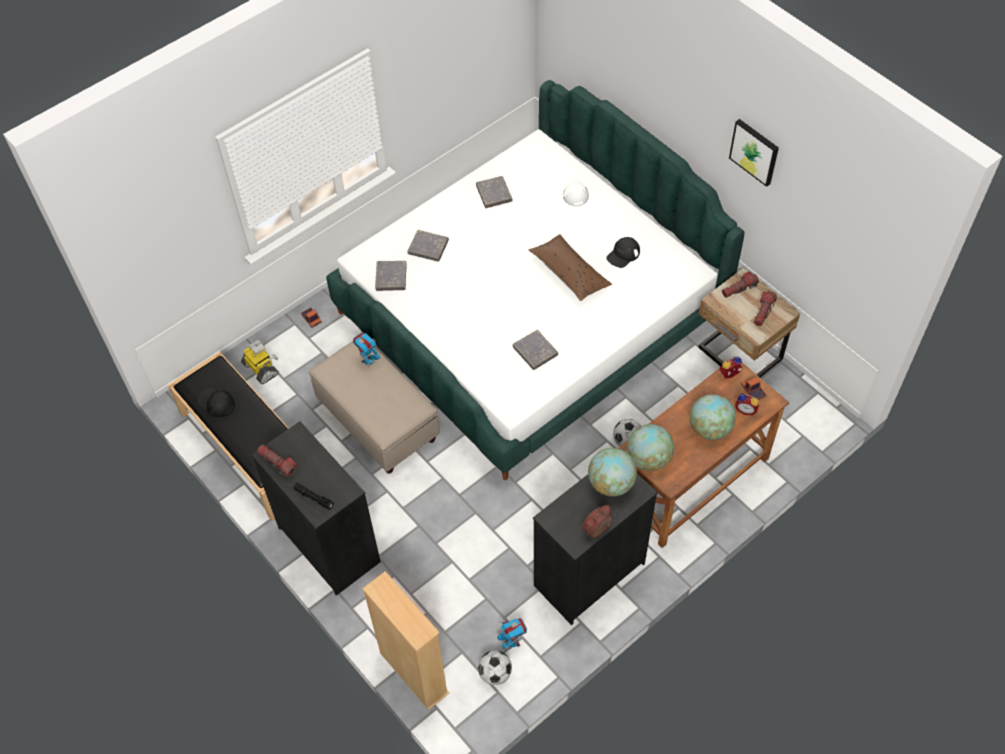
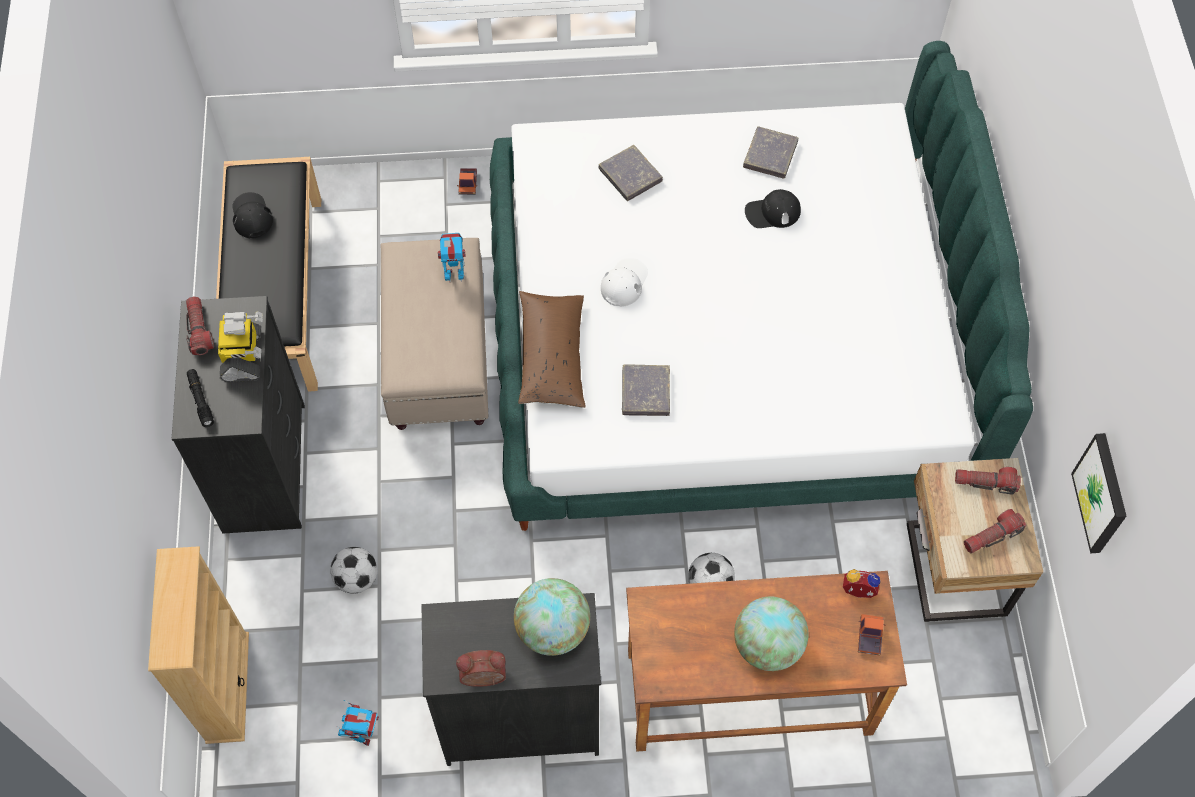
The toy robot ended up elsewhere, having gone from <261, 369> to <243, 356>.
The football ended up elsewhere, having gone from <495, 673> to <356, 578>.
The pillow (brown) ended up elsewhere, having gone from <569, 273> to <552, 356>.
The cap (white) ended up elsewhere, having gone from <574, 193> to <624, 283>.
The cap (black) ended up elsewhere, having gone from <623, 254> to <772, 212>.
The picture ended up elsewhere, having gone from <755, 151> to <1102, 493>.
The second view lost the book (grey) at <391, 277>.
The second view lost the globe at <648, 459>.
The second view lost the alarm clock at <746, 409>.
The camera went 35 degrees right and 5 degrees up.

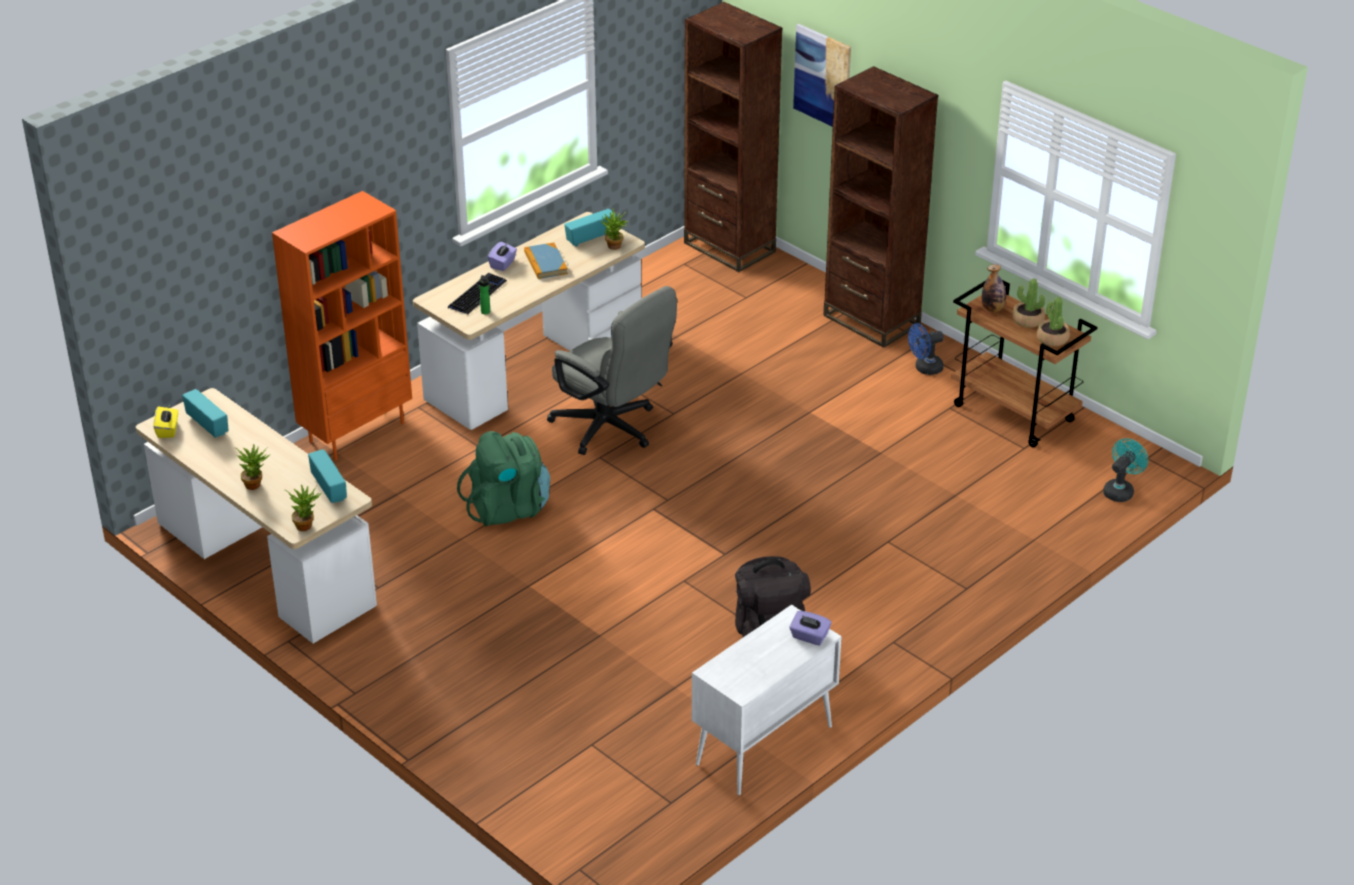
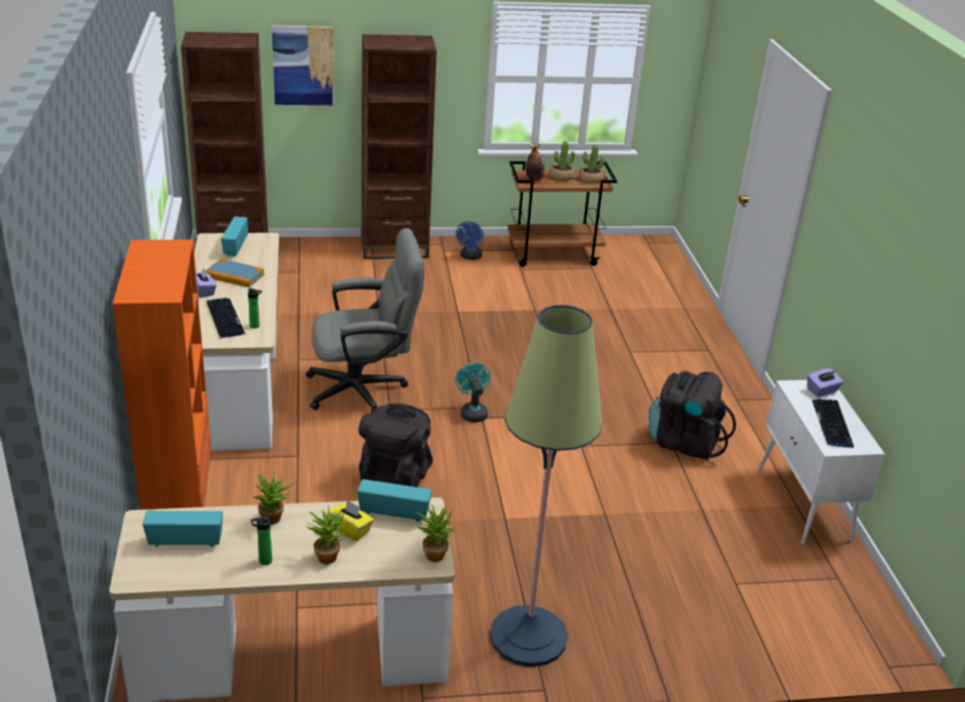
The second view gained the bottle at <263, 561>.
The potted plant ended up elsewhere, having gone from <614, 248> to <274, 520>.
The tissue box (yellow) ended up elsewhere, having gone from <168, 430> to <350, 530>.
What was the backpack (green) at <508, 508> turned into the backpack (black) at <395, 480>.
The fan (turquoise) ended up elsewhere, having gone from <1120, 490> to <472, 412>.
The second view gained the floor lamp at <528, 636>.
The second view gained the keyboard at <832, 424>.
The camera went 55 degrees left and 5 degrees down.

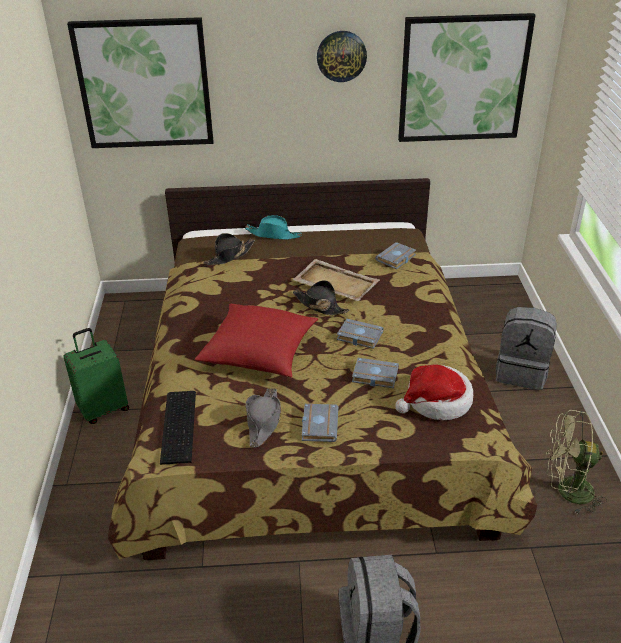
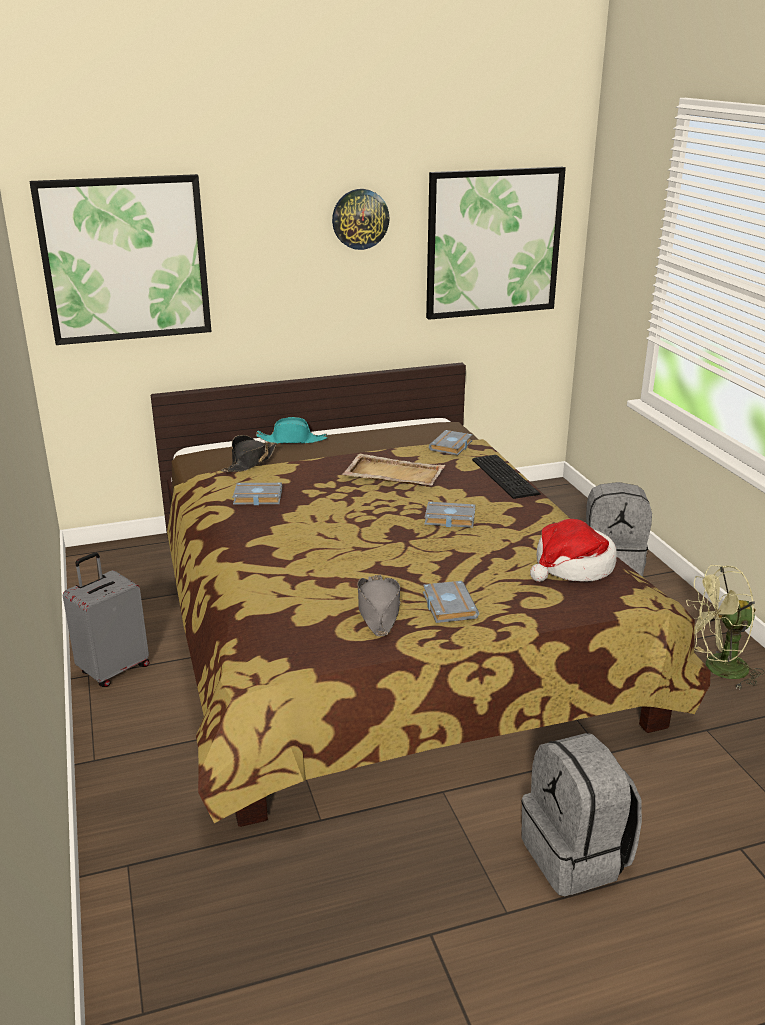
What was the suitcase (green) at <103, 409> turned into the suitcase (grey) at <113, 669>.
The book (grey) ended up elsewhere, having gone from <374, 376> to <256, 498>.
The keyboard ended up elsewhere, having gone from <180, 425> to <506, 476>.
The second view lost the pillow (red) at <259, 352>.
The second view lost the hat (black) at <320, 305>.
The camera went 15 degrees left and 10 degrees down.

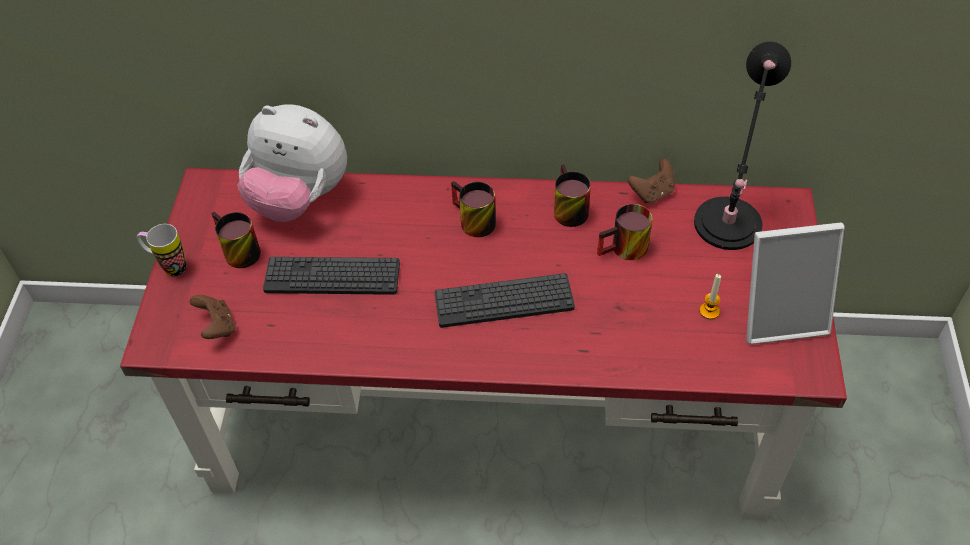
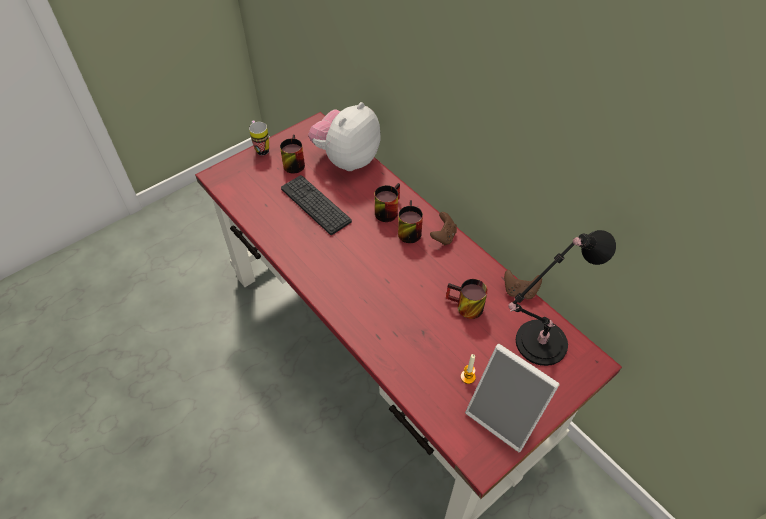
The plush toy at <299, 199> ended up facing another way, 60 degrees clockwise from before.
The mug ended up elsewhere, having gone from <566, 209> to <386, 210>.
The game controller (brown) ended up elsewhere, having gone from <217, 327> to <443, 236>.
The second view lost the keyboard at <504, 301>.
The camera went 45 degrees right and 0 degrees up.

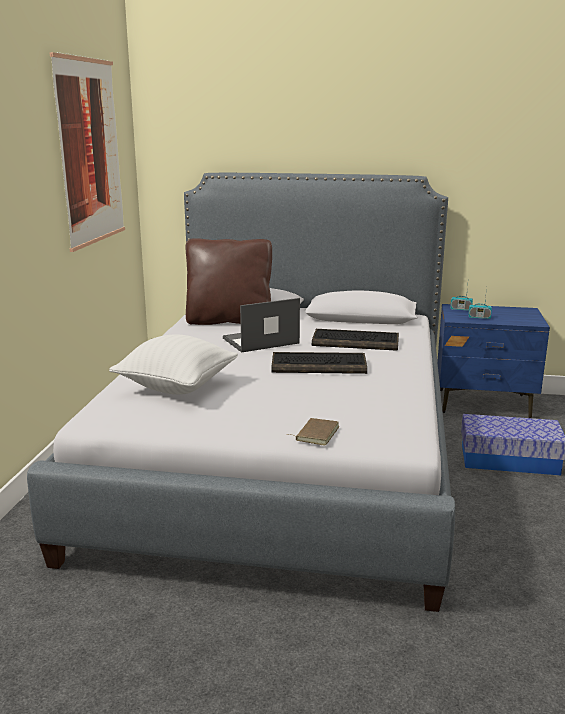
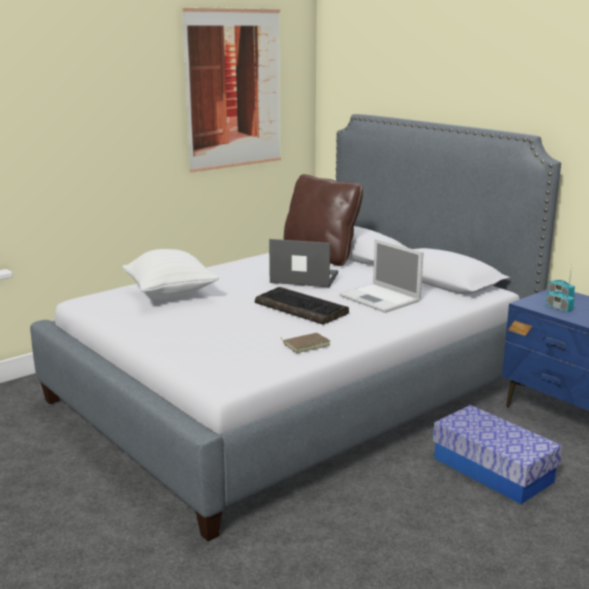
The book (brown) ended up elsewhere, having gone from <316, 434> to <306, 344>.
Where the keyboard stood at <356, 342>, the laptop came to stand at <381, 299>.
The camera went 40 degrees right and 0 degrees up.

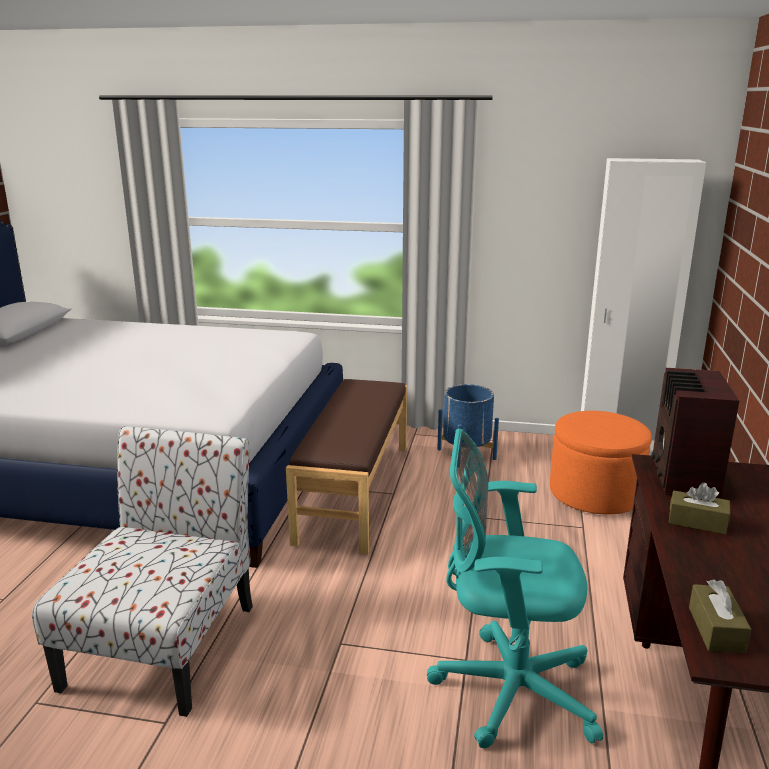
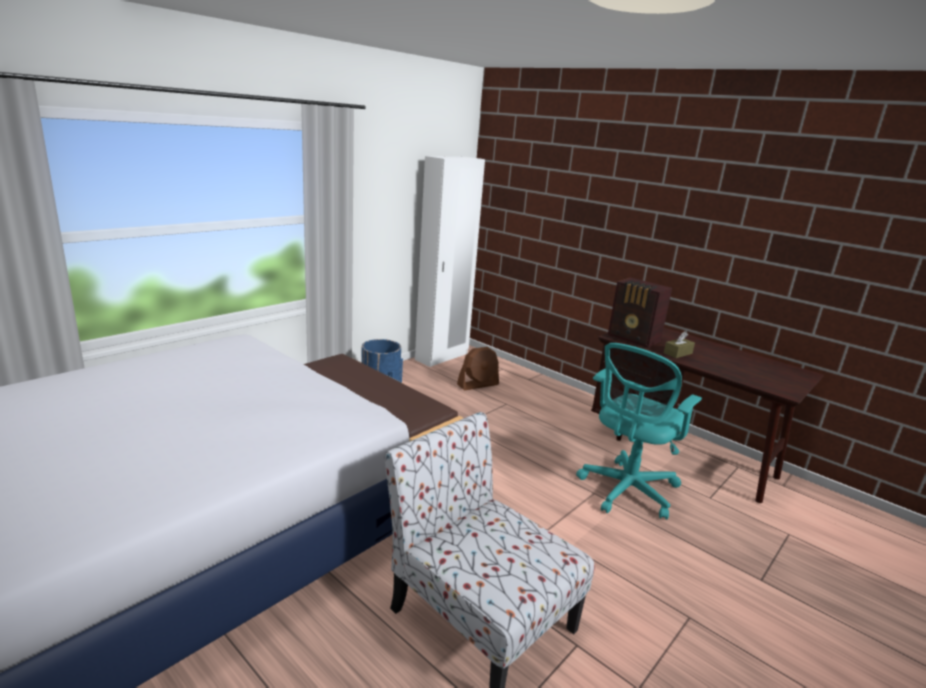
Where the ottoman (orange) stood at <595, 494>, the fan (brown) came to stand at <478, 384>.
The second view lost the tissue box (brown) at <716, 629>.
The camera went 60 degrees left and 0 degrees up.

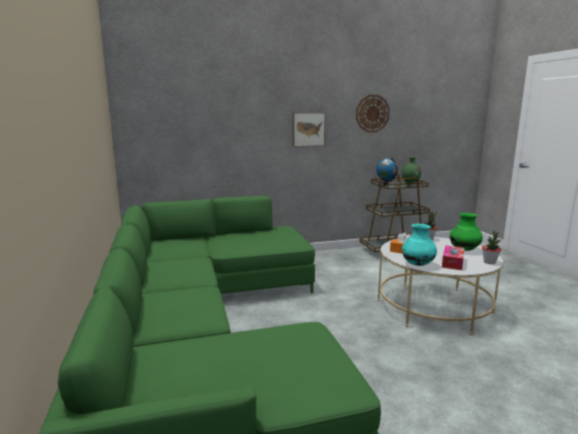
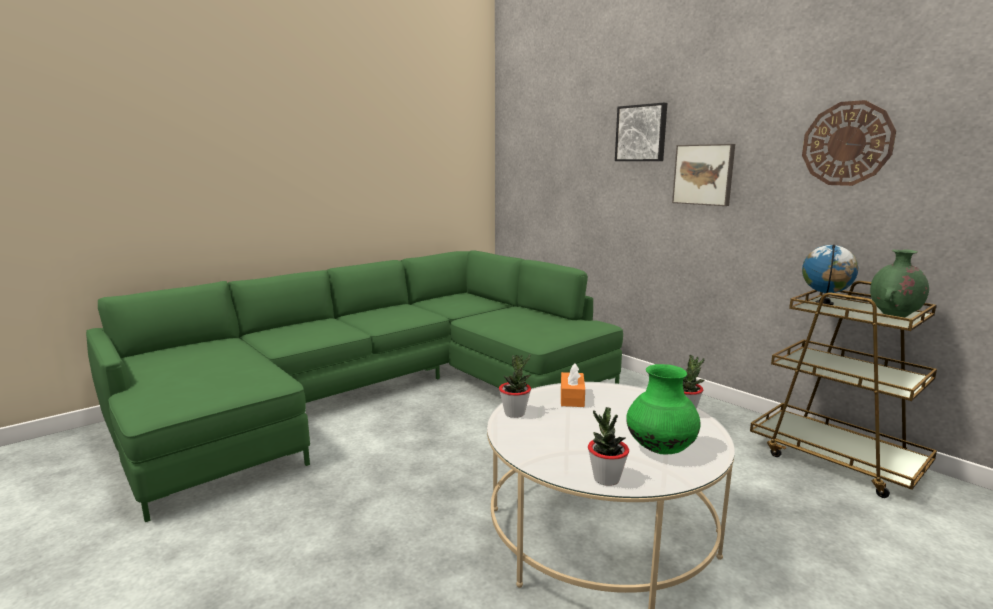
Where the vase (turquoise) stood at <418, 264>, the potted plant came to stand at <515, 413>.
The second view gained the picture at <641, 133>.
The second view lost the tissue box at <452, 262>.
The camera went 65 degrees right and 0 degrees up.

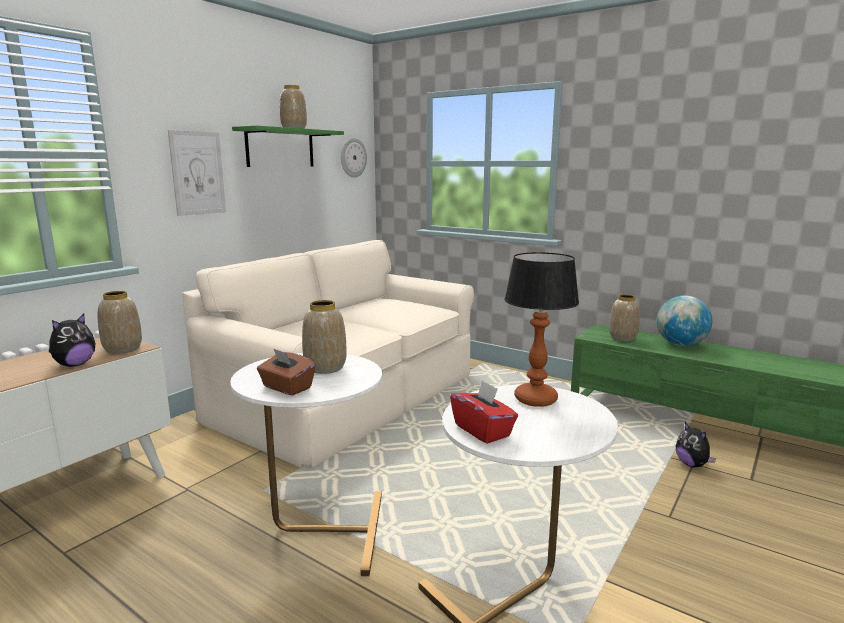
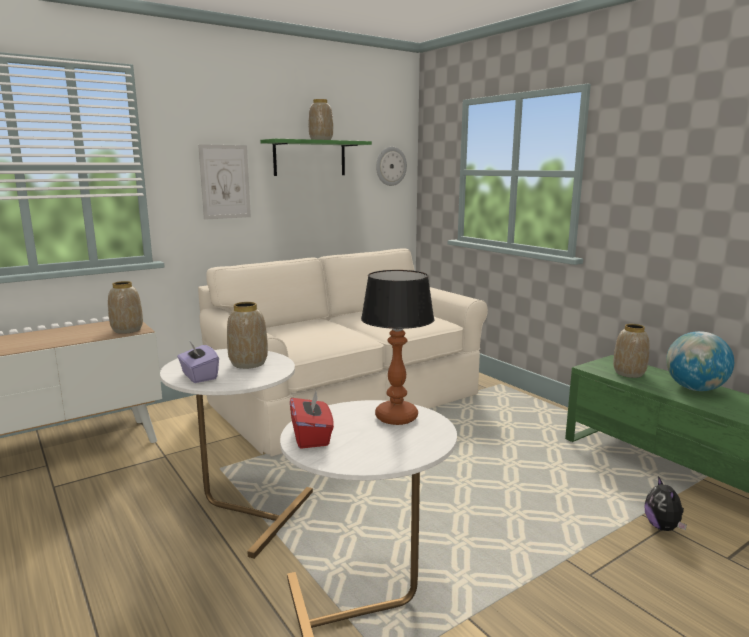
What was the tissue box (brown) at <286, 388> turned into the tissue box (purple) at <199, 376>.
The second view lost the plush toy at <74, 365>.
The camera went 20 degrees right and 0 degrees up.

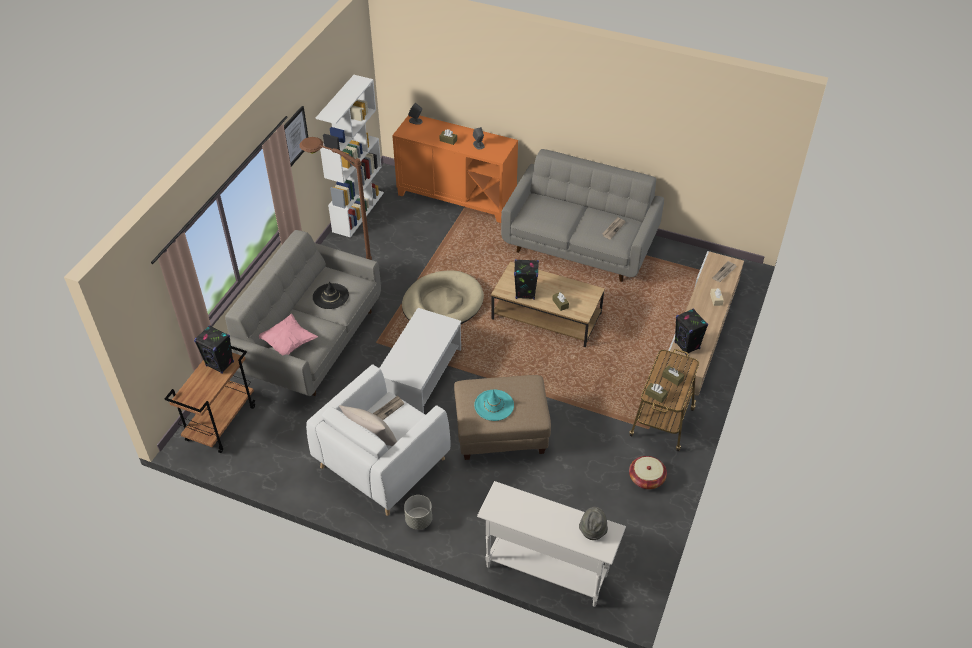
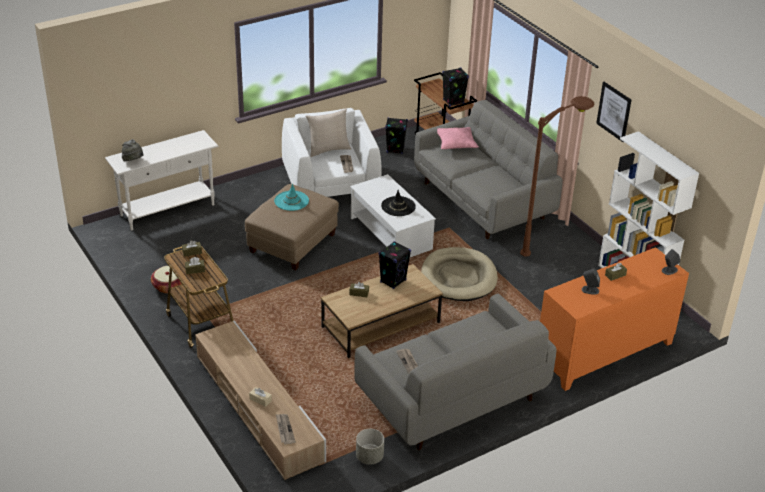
The planter (grey) ended up elsewhere, having gone from <418, 520> to <369, 457>.
The hat (black) ended up elsewhere, having gone from <330, 296> to <398, 206>.
The speaker (black) ended up elsewhere, having gone from <687, 345> to <395, 149>.
The camera went 125 degrees right and 10 degrees down.

